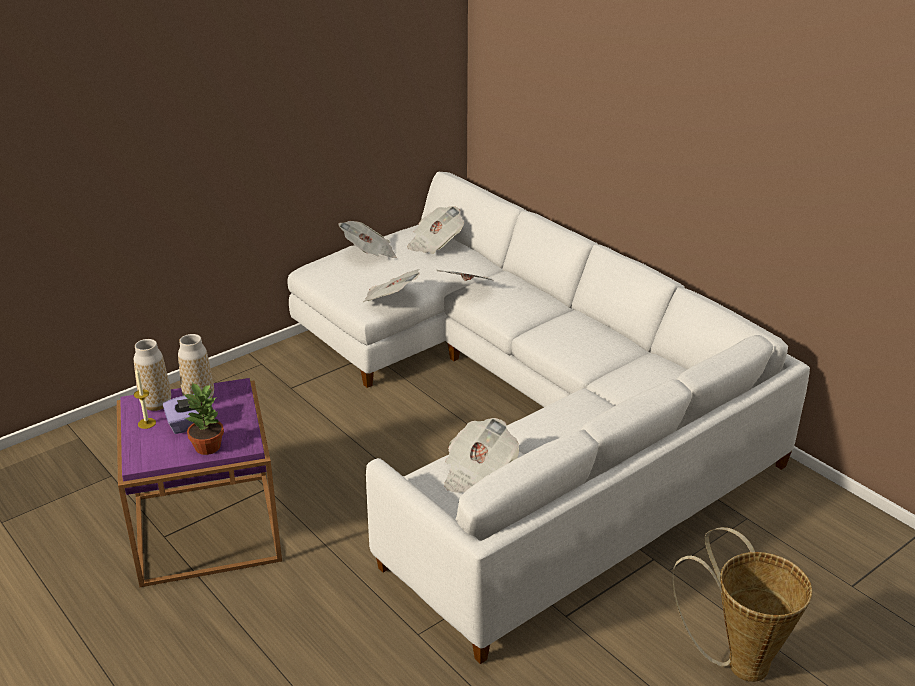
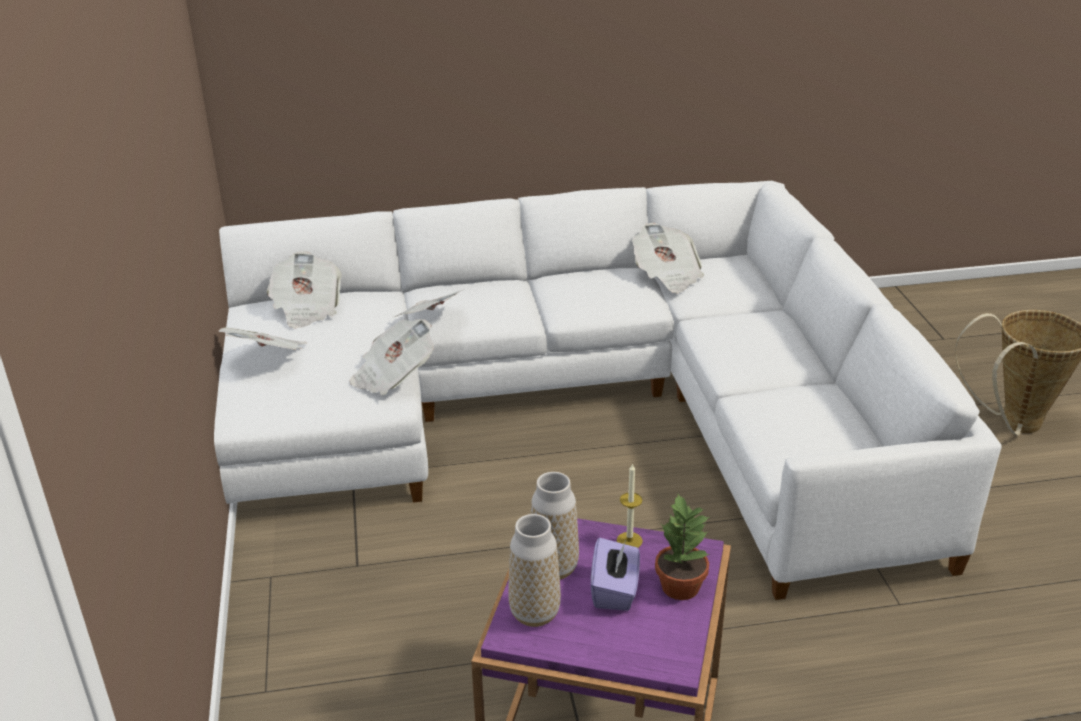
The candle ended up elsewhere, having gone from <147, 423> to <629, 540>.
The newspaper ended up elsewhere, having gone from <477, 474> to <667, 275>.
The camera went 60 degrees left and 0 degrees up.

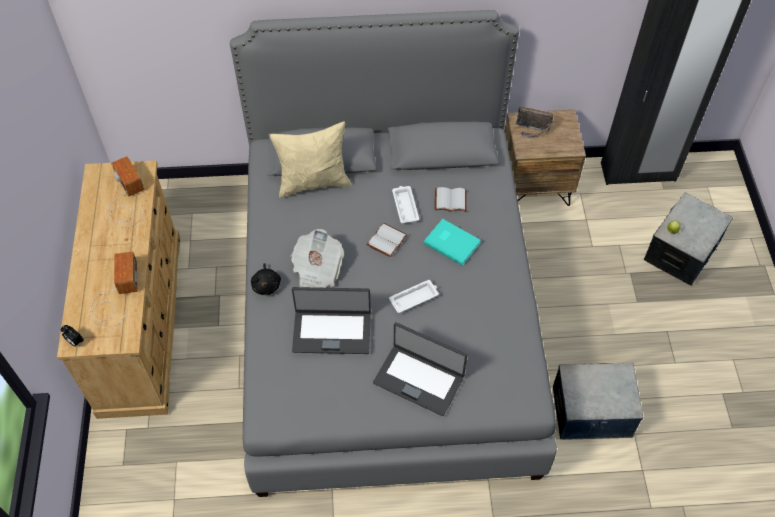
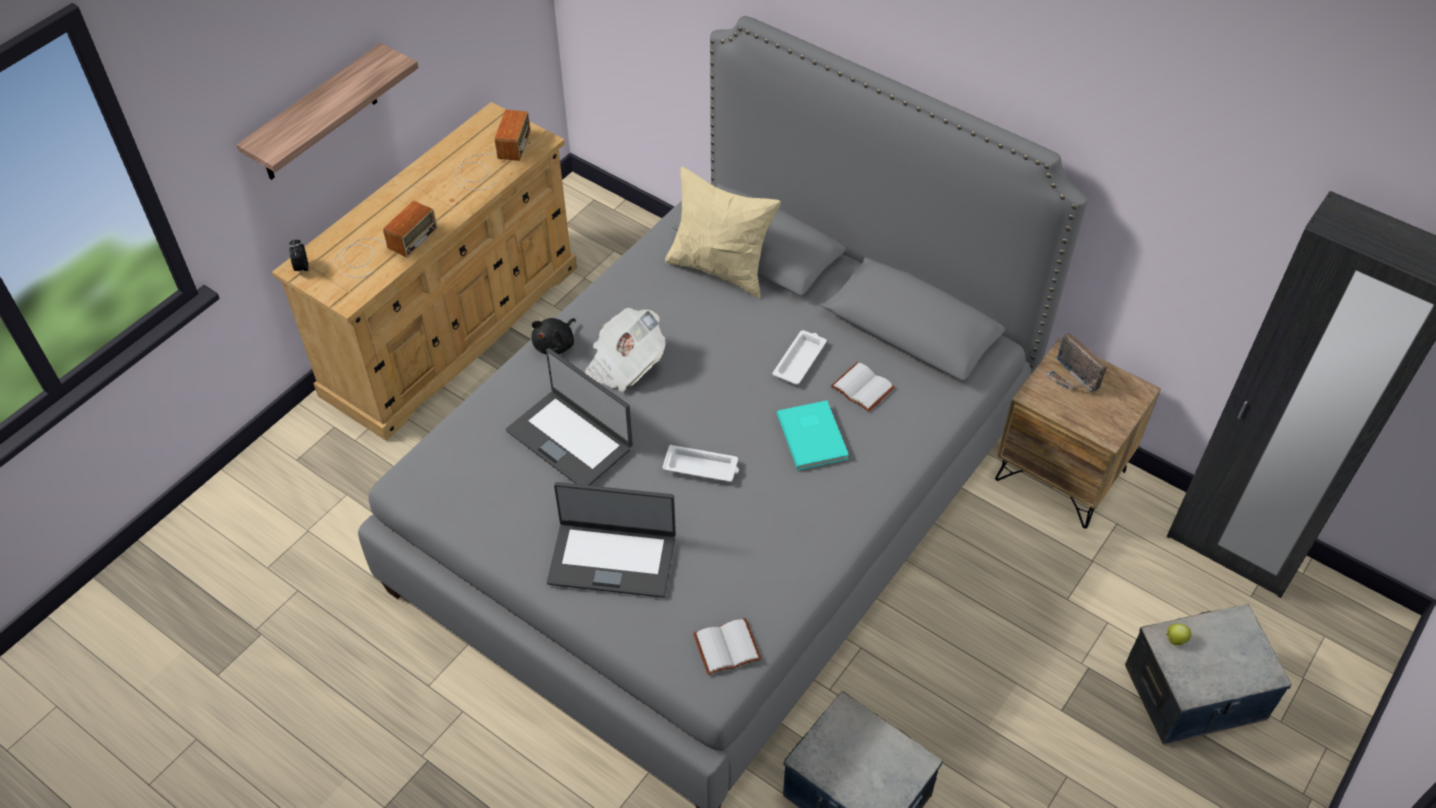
The second view gained the shelf at <317, 115>.
The laptop at <419, 379> ended up facing another way, 60 degrees counterclockwise from before.
The book (white) ended up elsewhere, having gone from <386, 239> to <727, 645>.
The camera went 40 degrees right and 5 degrees down.

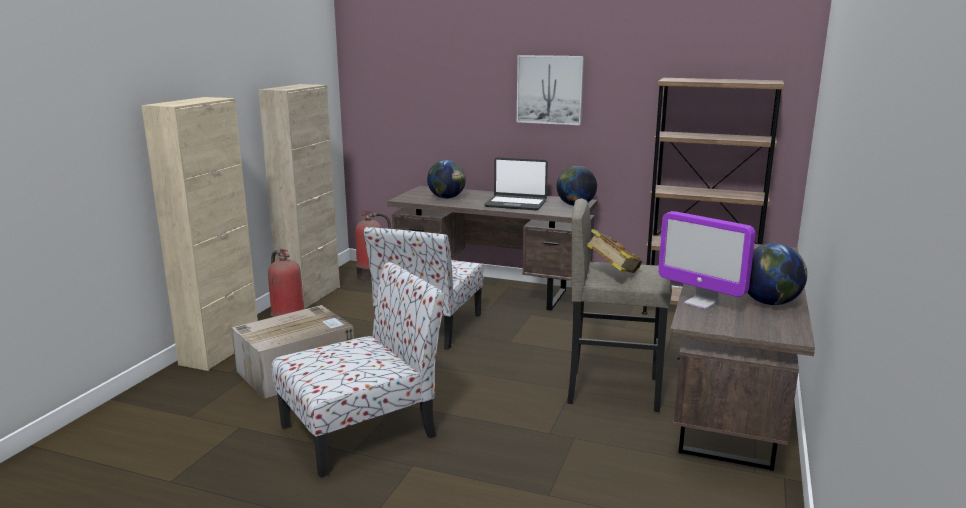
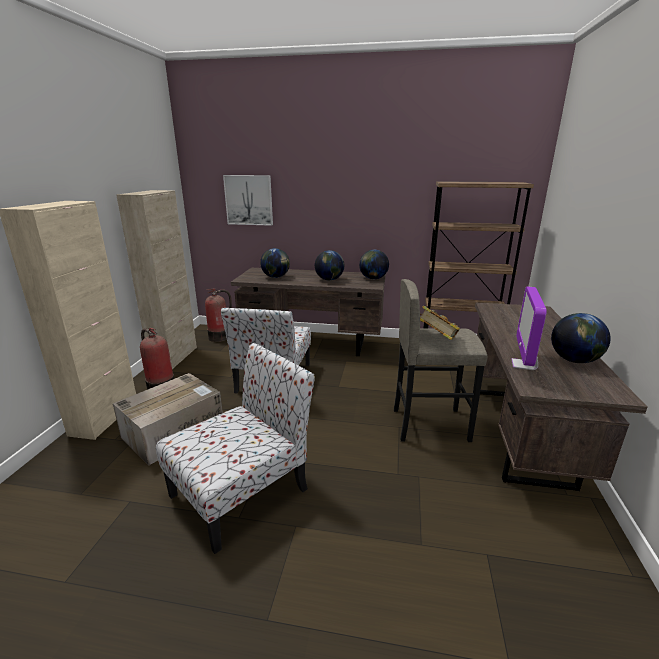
The picture ended up elsewhere, having gone from <550, 89> to <249, 200>.
Where the laptop stood at <516, 204>, the globe came to stand at <329, 279>.
The monitor at <700, 303> ended up facing another way, 75 degrees clockwise from before.
The camera went 10 degrees left and 5 degrees up.

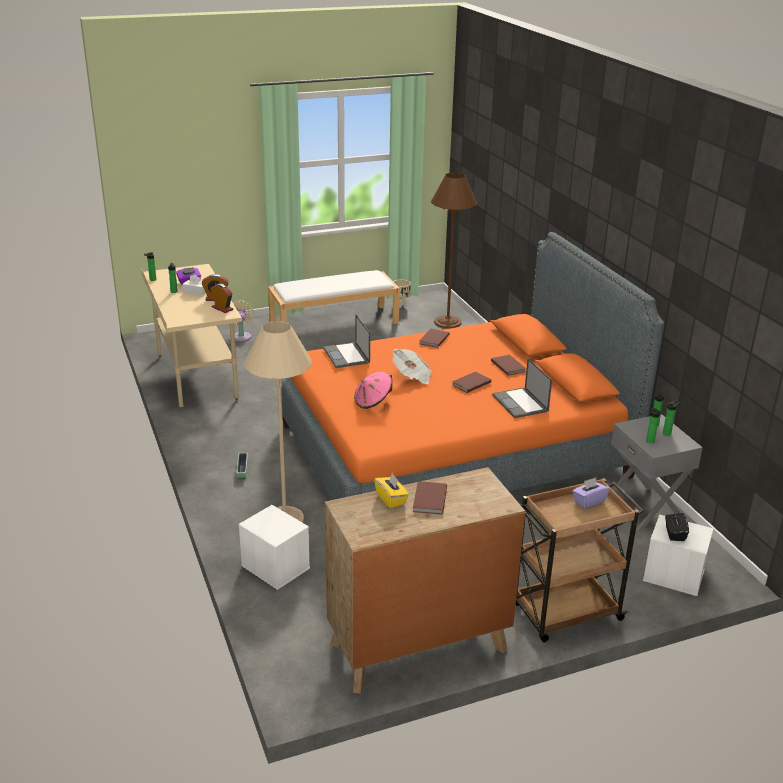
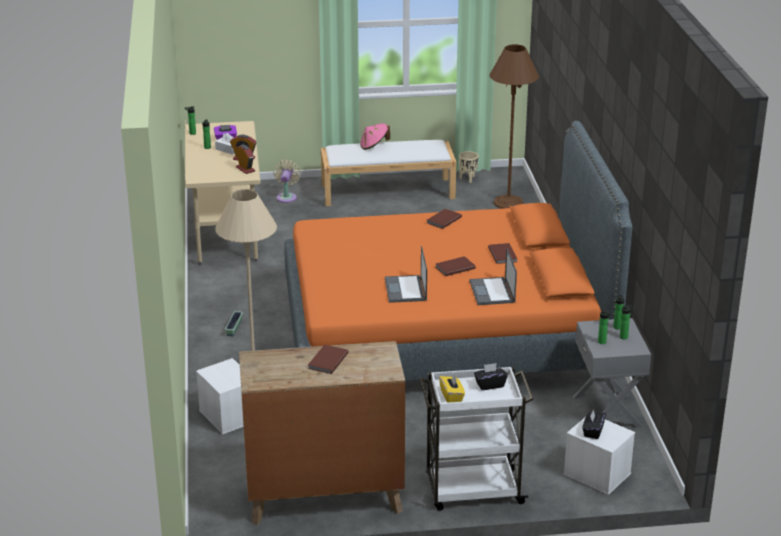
The hat (pink) ended up elsewhere, having gone from <373, 401> to <374, 146>.
The laptop ended up elsewhere, having gone from <346, 356> to <406, 290>.
What was the cart (brown) at <565, 613> turned into the cart (white) at <472, 490>.
The tissue box (yellow) ended up elsewhere, having gone from <391, 499> to <451, 396>.
What was the tissue box (purple) at <589, 501> turned into the tissue box (black) at <490, 385>.
The second view lost the newspaper at <412, 376>.
The camera went 15 degrees right and 0 degrees up.

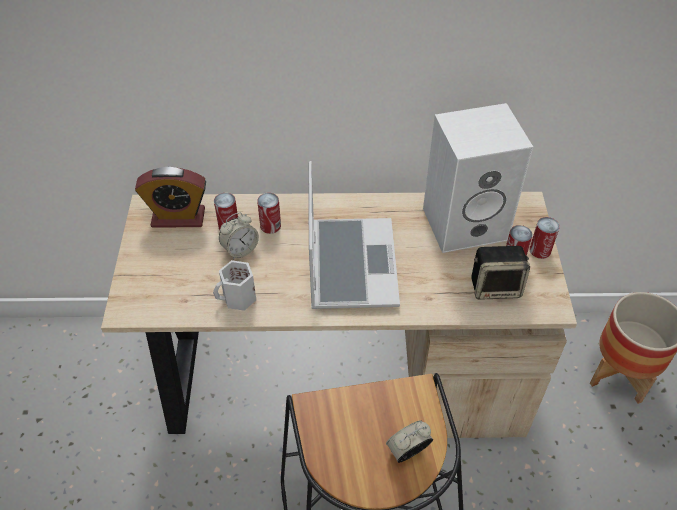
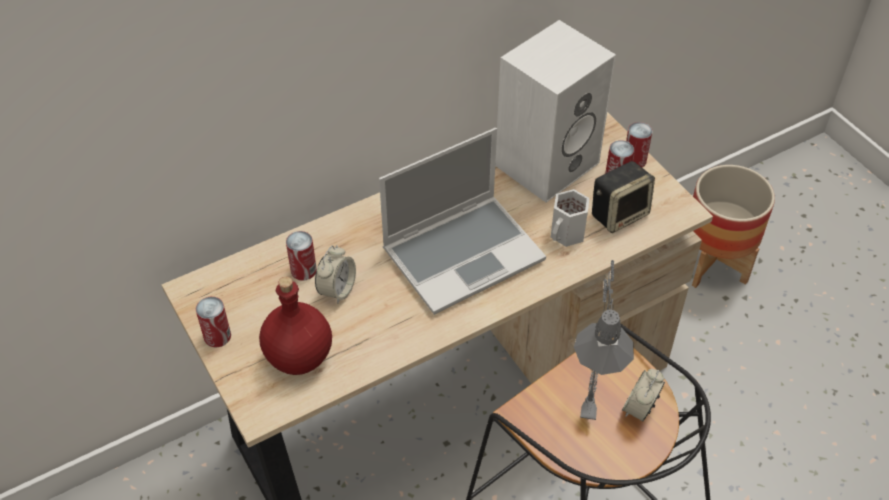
The can ended up elsewhere, having gone from <270, 225> to <217, 336>.
The second view gained the bottle (red) at <298, 356>.
The laptop at <350, 263> ended up facing another way, 90 degrees clockwise from before.
The mug (white) ended up elsewhere, having gone from <238, 298> to <567, 234>.
The second view gained the table lamp (grey) at <589, 400>.
The second view lost the alarm clock at <178, 217>.
The camera went 30 degrees left and 0 degrees up.

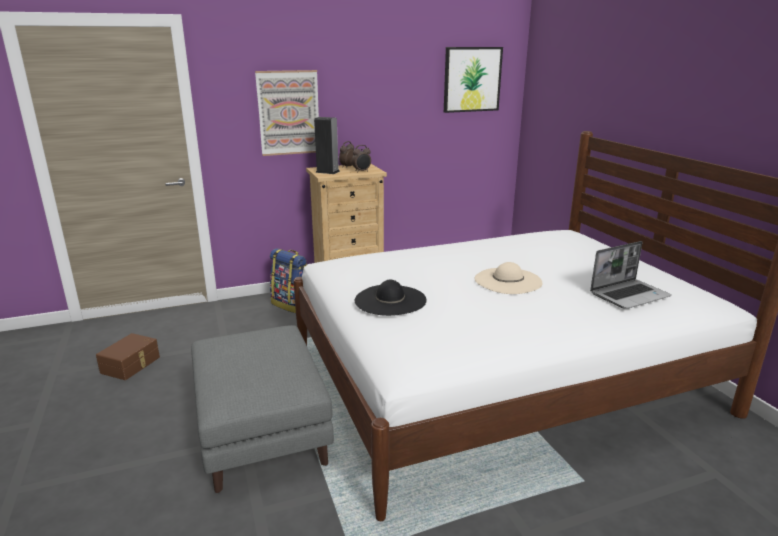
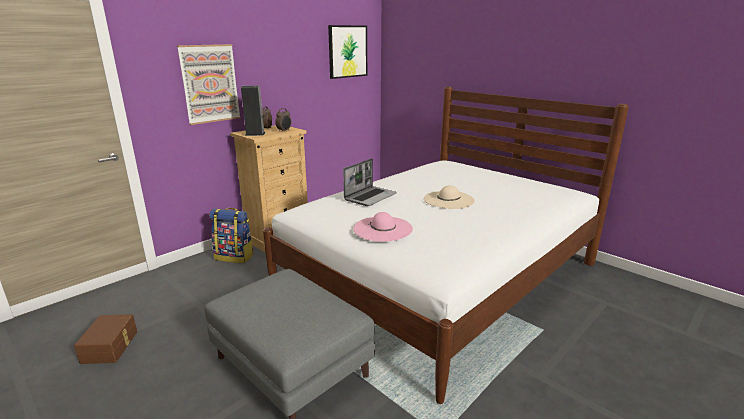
The laptop ended up elsewhere, having gone from <629, 295> to <370, 197>.
What was the hat (black) at <390, 300> turned into the hat (pink) at <383, 229>.
The camera went 25 degrees left and 0 degrees up.

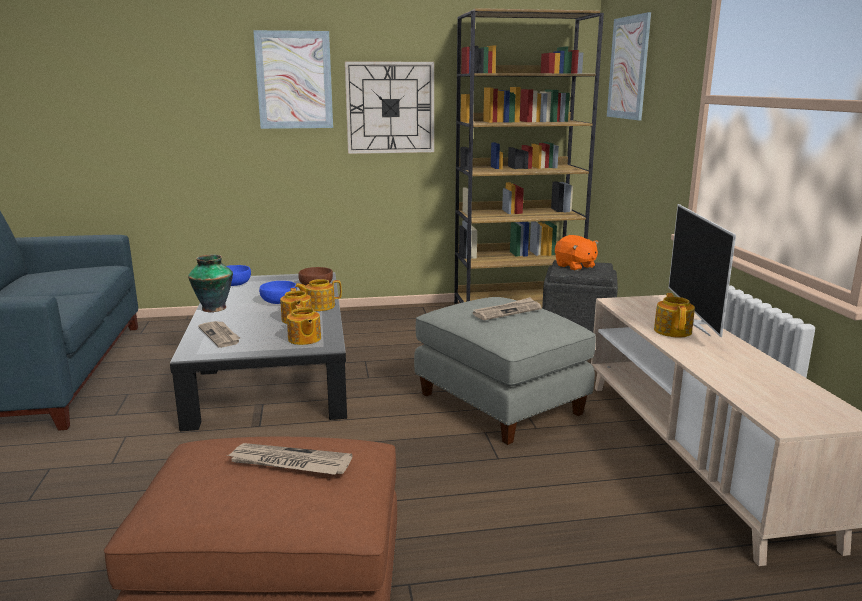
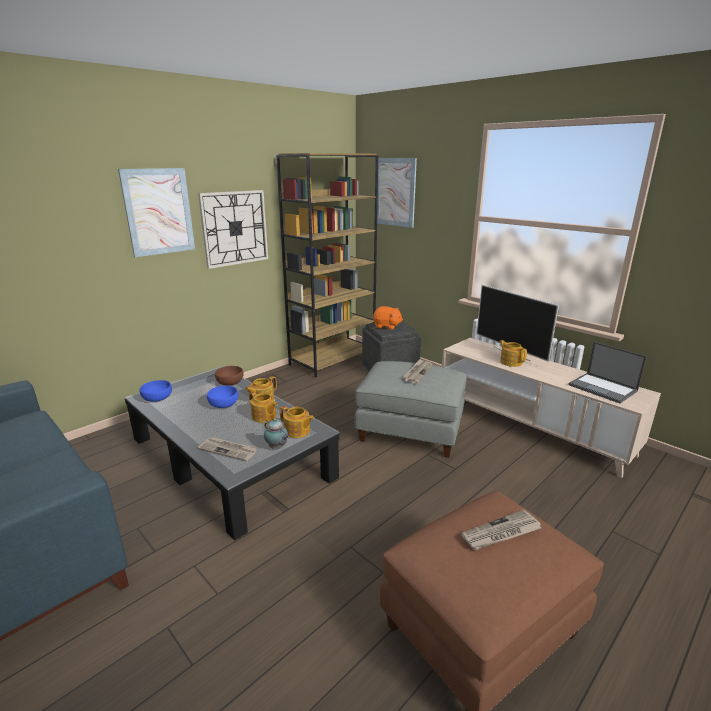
The second view gained the teapot at <277, 447>.
The second view gained the laptop at <603, 388>.
The second view lost the vase at <213, 308>.
The camera went 35 degrees left and 5 degrees up.

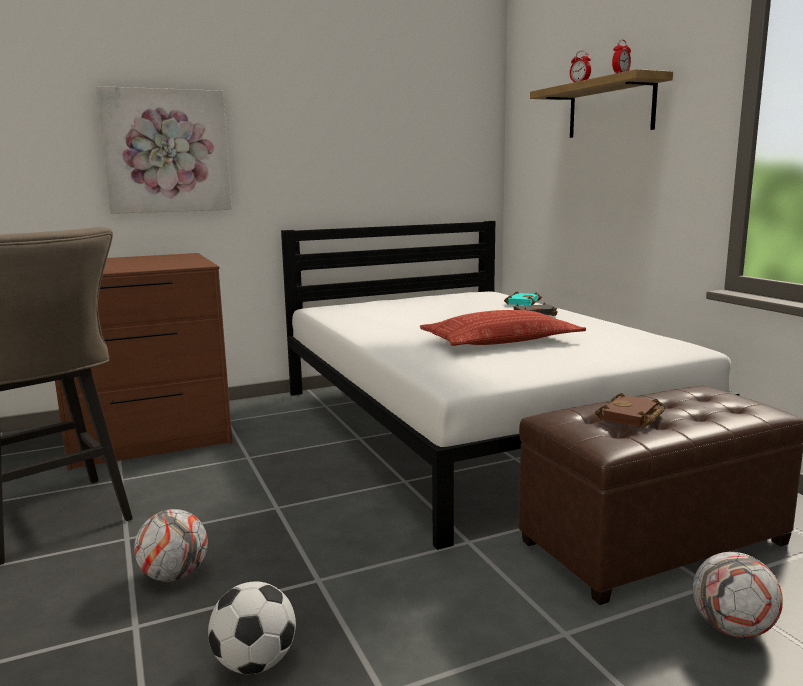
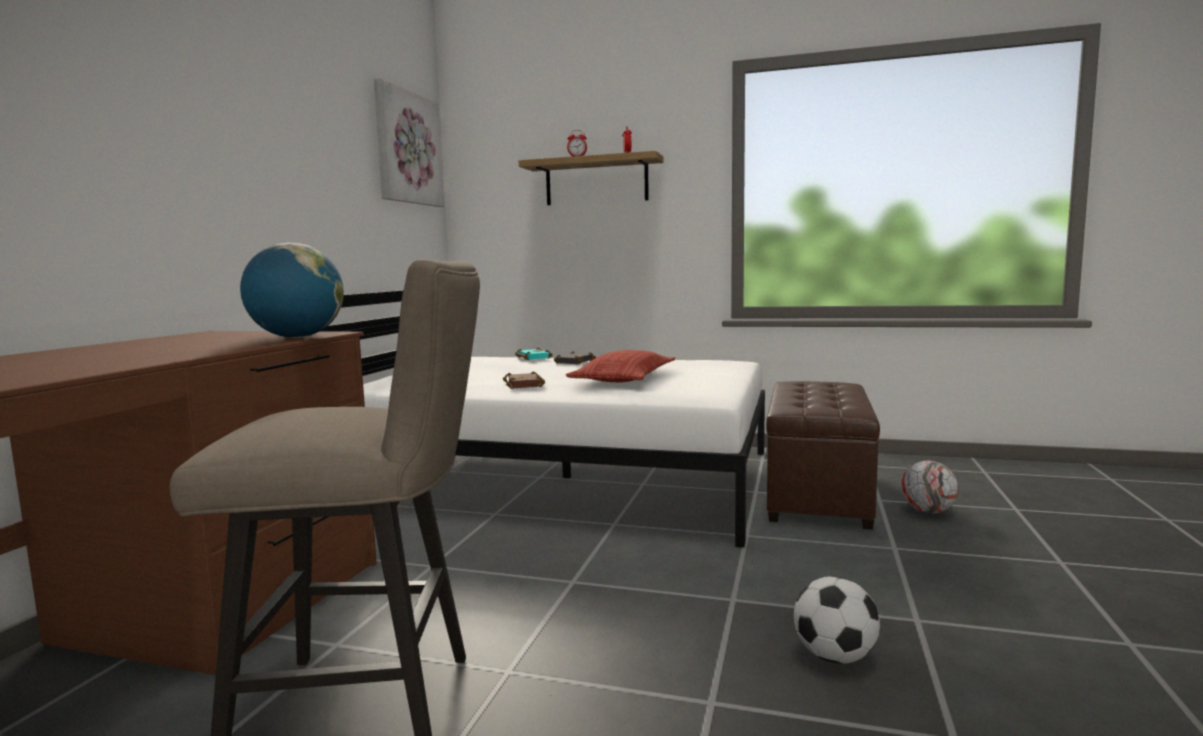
The second view gained the globe at <297, 337>.
The picture ended up elsewhere, having gone from <166, 151> to <408, 148>.
The book (brown) ended up elsewhere, having gone from <632, 417> to <525, 385>.
The second view lost the football at <174, 576>.
The camera went 50 degrees left and 5 degrees down.

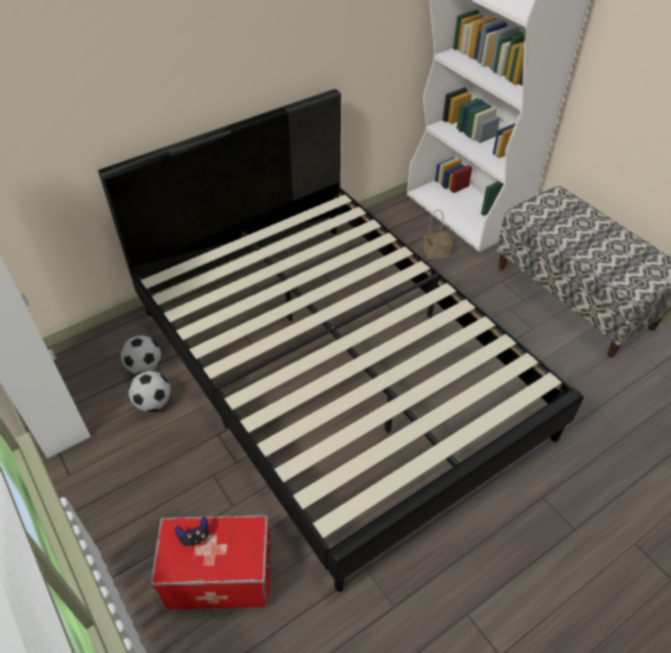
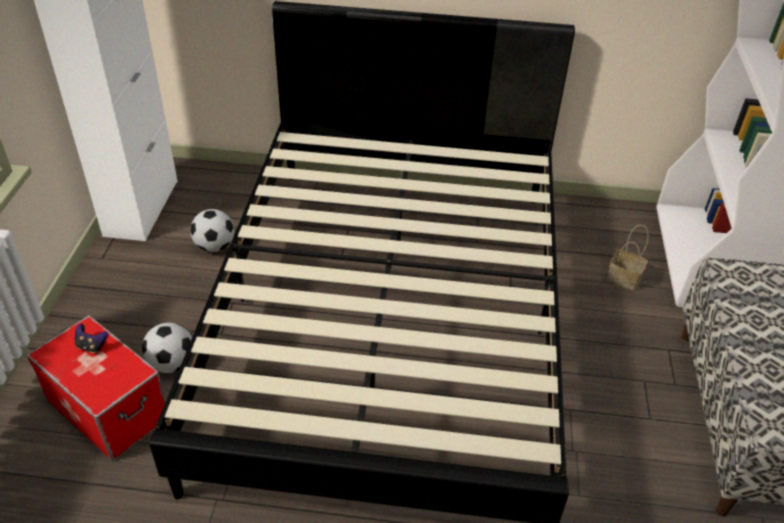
The football ended up elsewhere, having gone from <145, 367> to <172, 364>.
The camera went 40 degrees right and 5 degrees down.

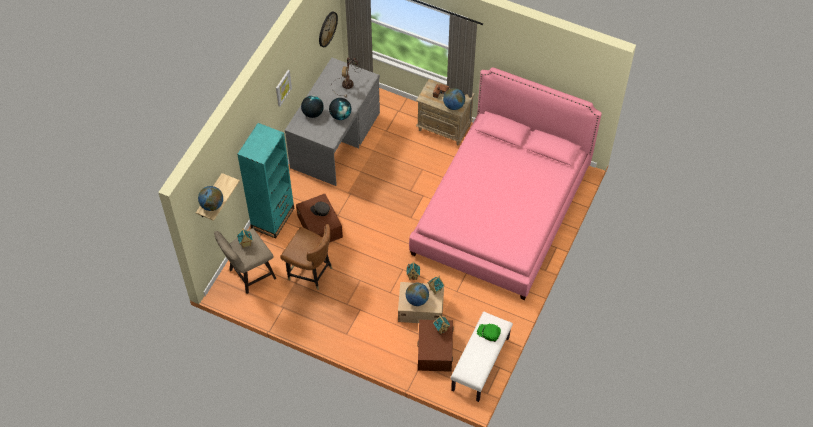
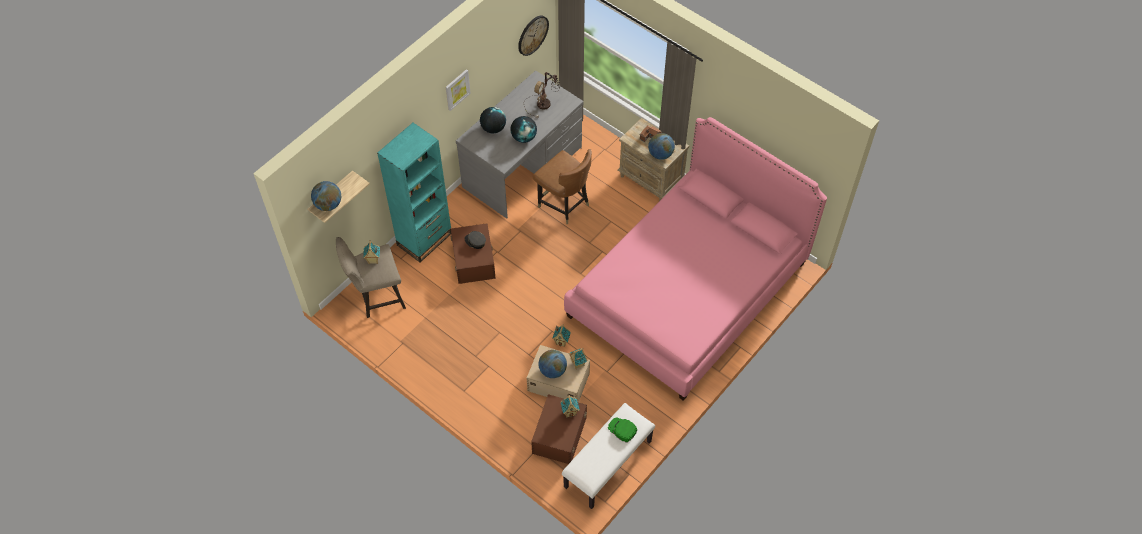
The chair (brown) ended up elsewhere, having gone from <310, 272> to <564, 204>.
The camera went 15 degrees right and 0 degrees up.

